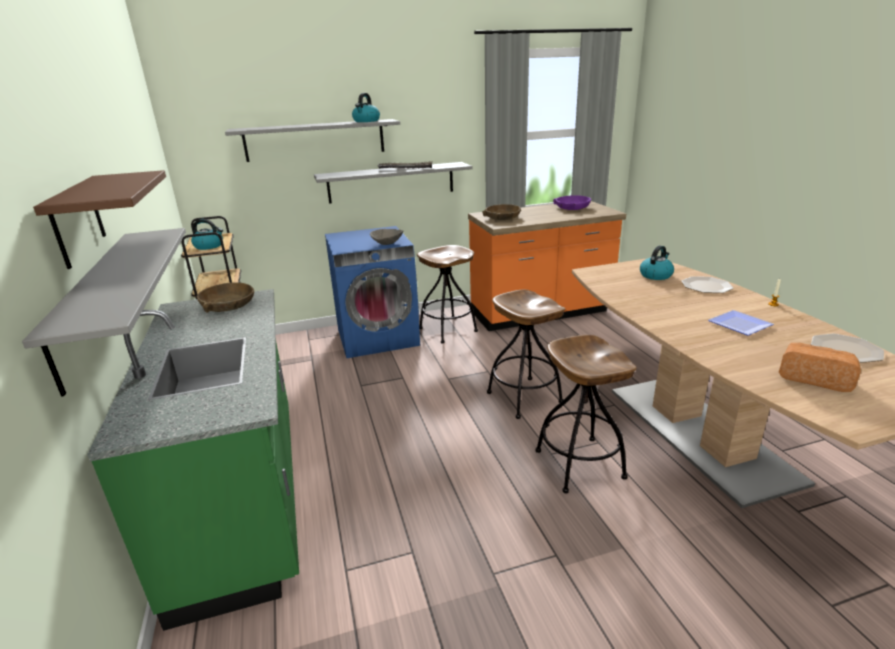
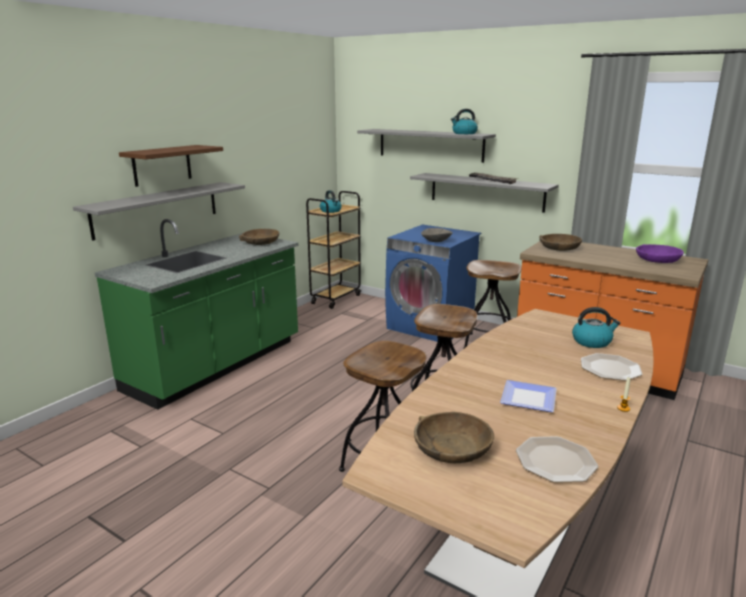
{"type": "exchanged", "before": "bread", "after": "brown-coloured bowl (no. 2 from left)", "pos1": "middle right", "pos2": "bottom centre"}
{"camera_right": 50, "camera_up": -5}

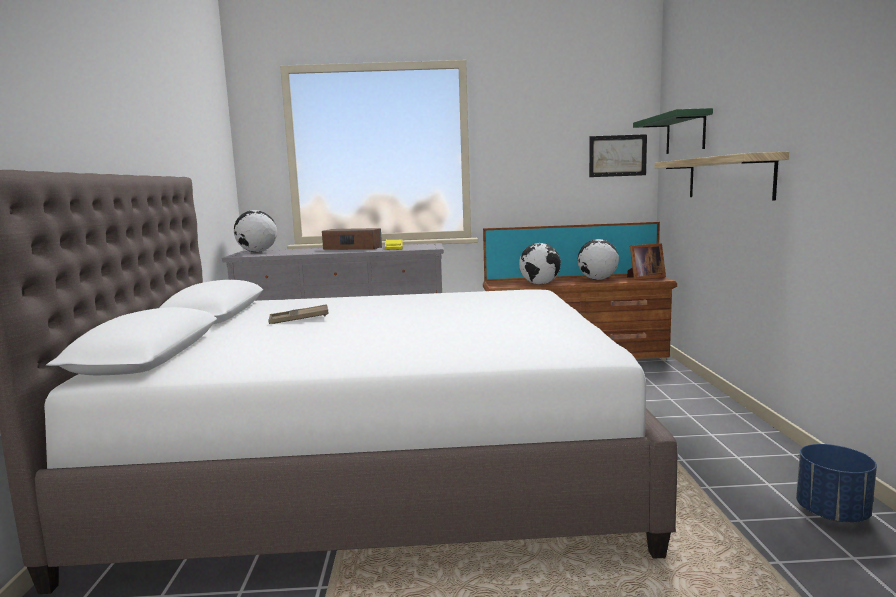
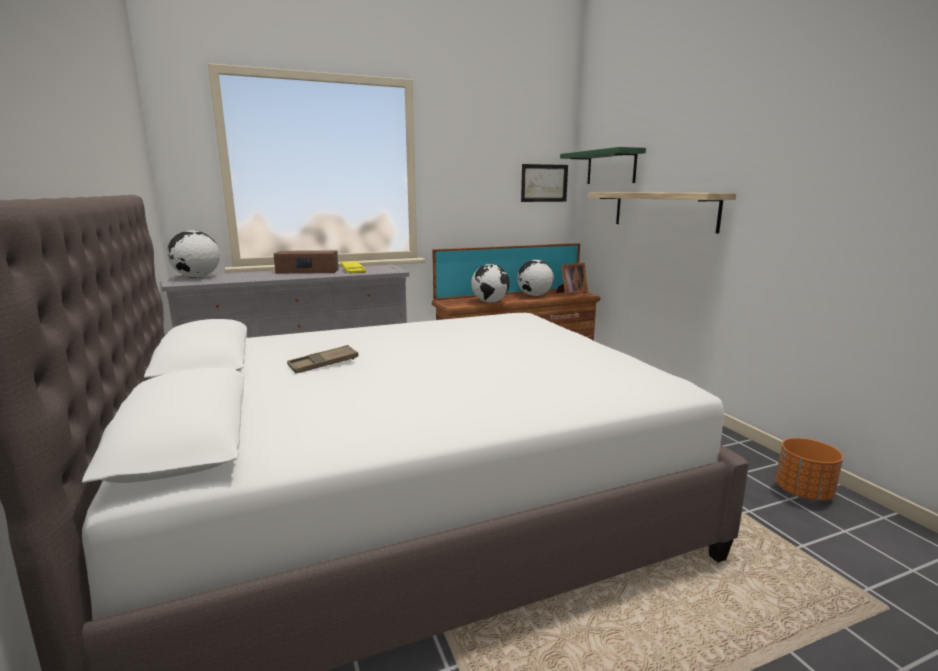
{"type": "colour", "before": "bluish planter", "after": "orangey planter", "pos1": "bottom right", "pos2": "bottom right"}
{"camera_right": -20, "camera_up": 5}

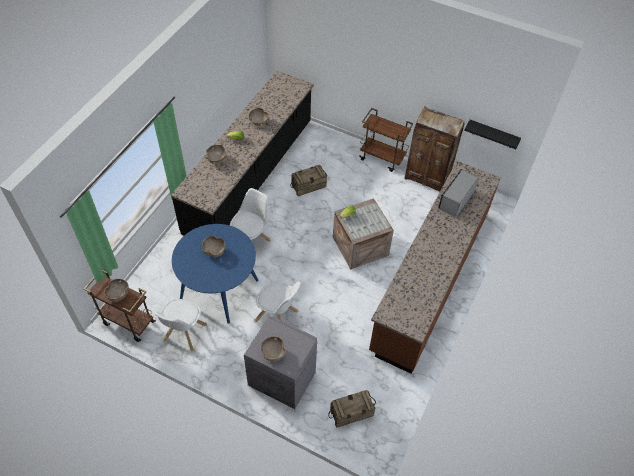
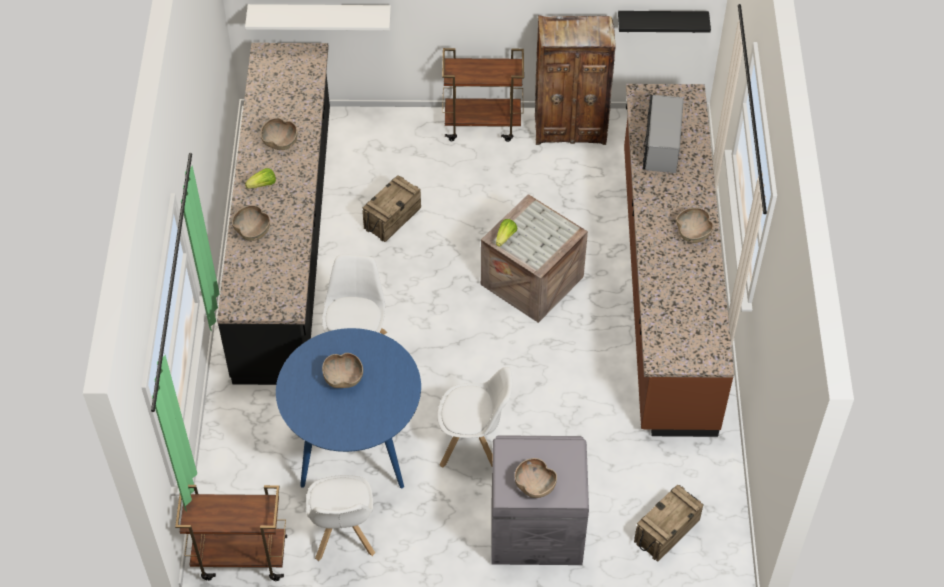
{"type": "appeared", "after": "whitish wall shelf", "pos2": "top centre"}
{"type": "relocated", "before": "brown-coloured bowl (no. 1 from left in the first image)", "after": "brown-coloured bowl (no. 5 from left)", "pos1": "middle left", "pos2": "middle right"}
{"camera_right": -25, "camera_up": 0}

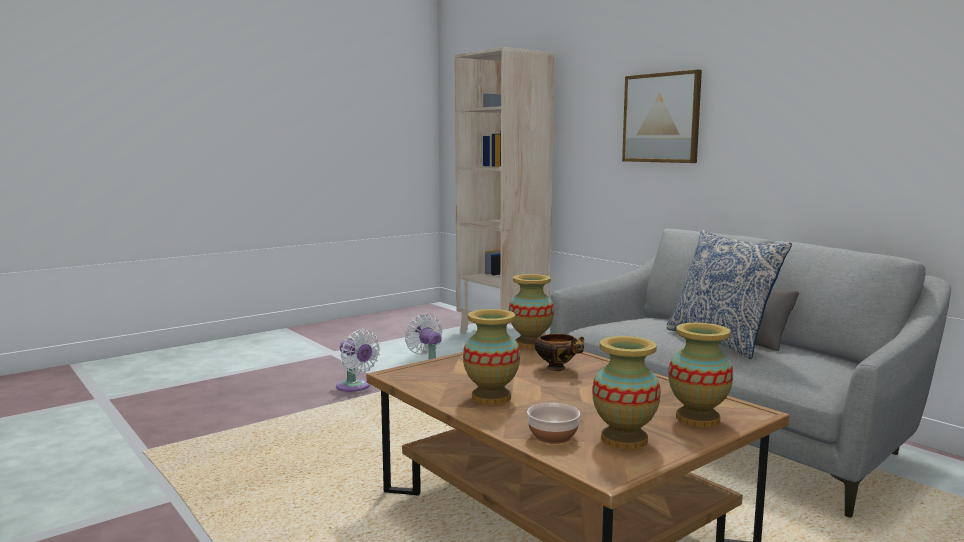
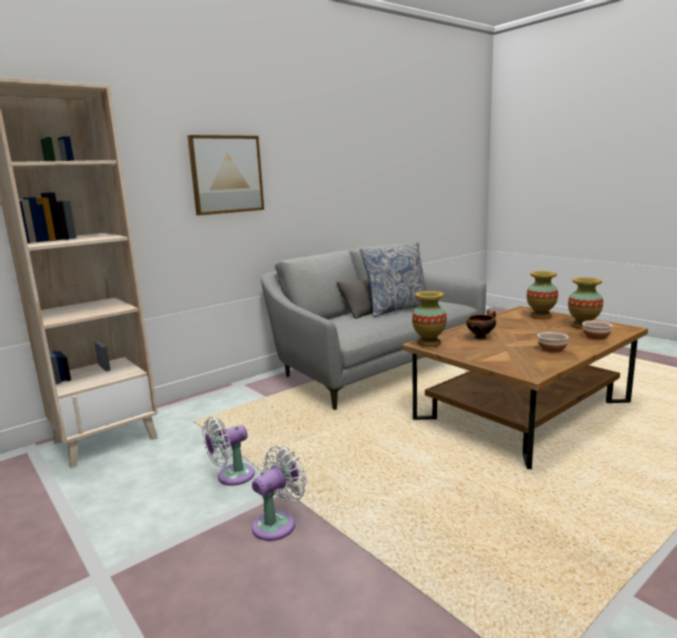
{"type": "exchanged", "before": "flower vase (no. 1 from left)", "after": "bowl (no. 2 from left)", "pos1": "centre", "pos2": "middle right"}
{"camera_right": -90, "camera_up": 5}

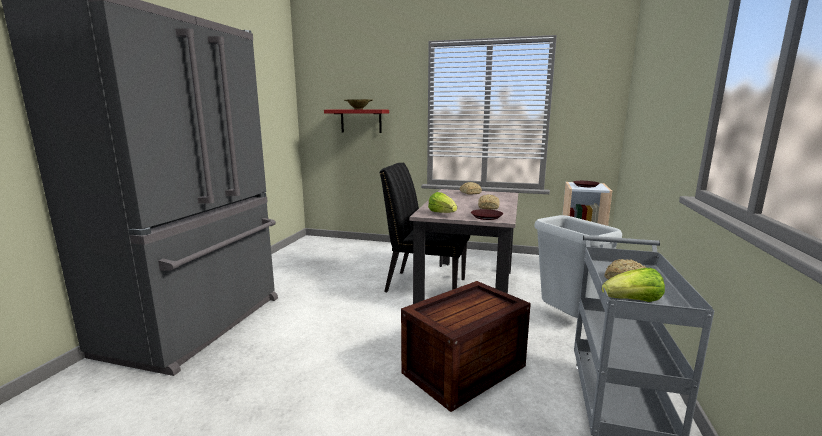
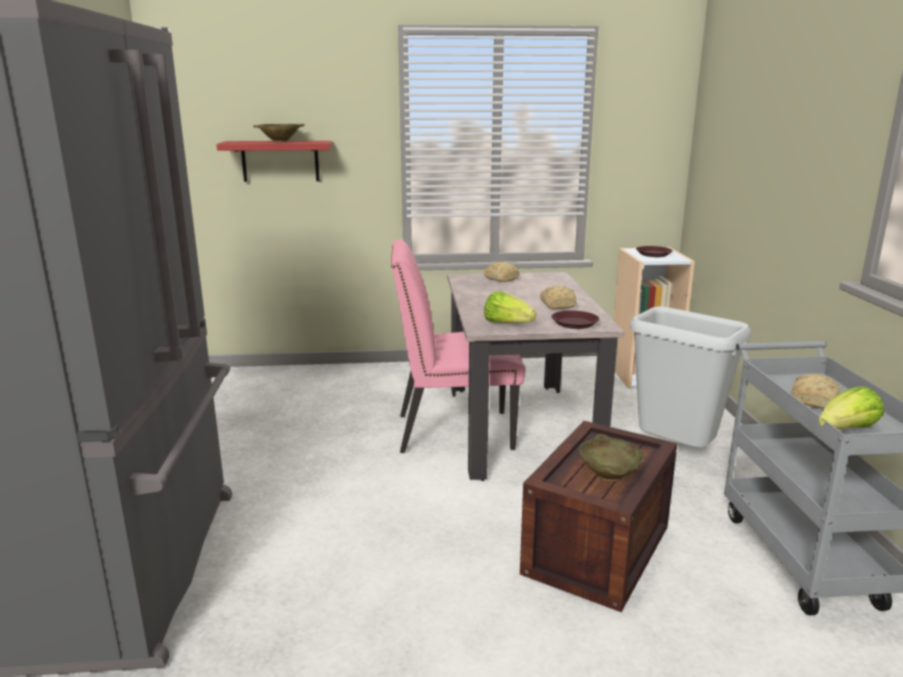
{"type": "appeared", "after": "beige-coloured bowl (no. 2 from left)", "pos2": "bottom right"}
{"type": "colour", "before": "blackish chair", "after": "pink chair", "pos1": "centre", "pos2": "centre"}
{"camera_right": -20, "camera_up": 5}

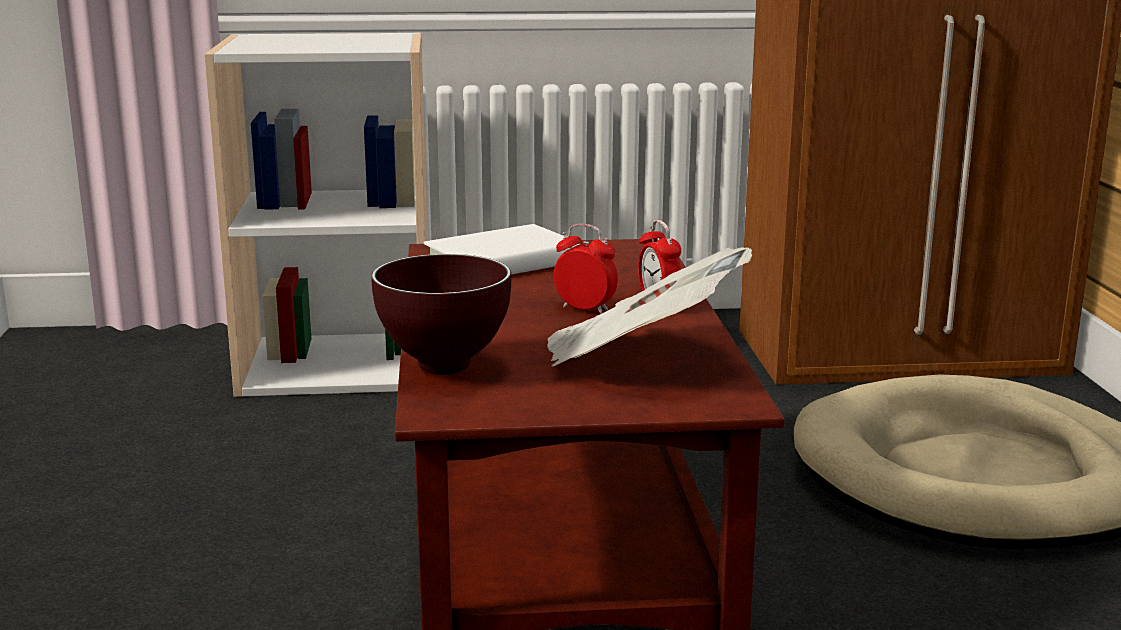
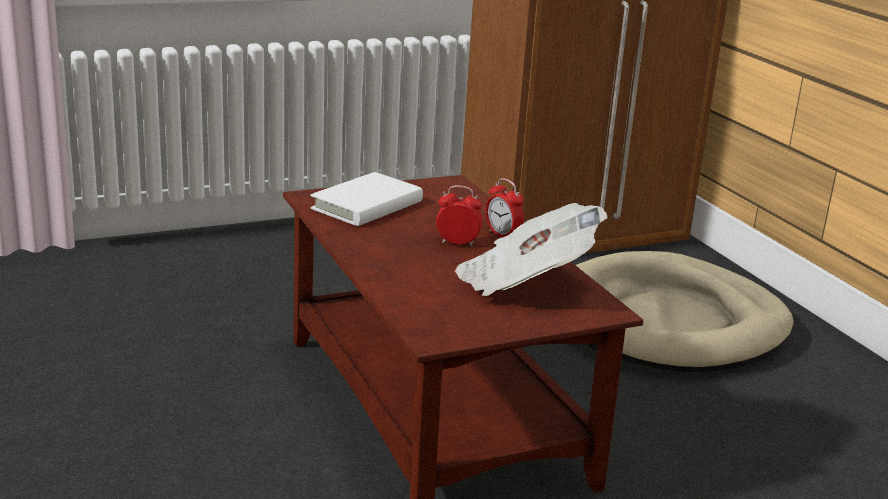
{"type": "missing", "before": "whitish bookcase", "pos1": "middle left"}
{"type": "missing", "before": "brown-coloured bowl", "pos1": "centre"}
{"camera_right": -20, "camera_up": 5}

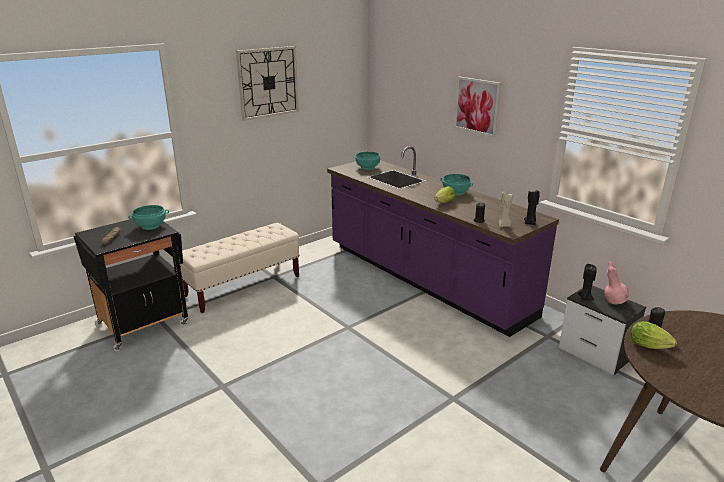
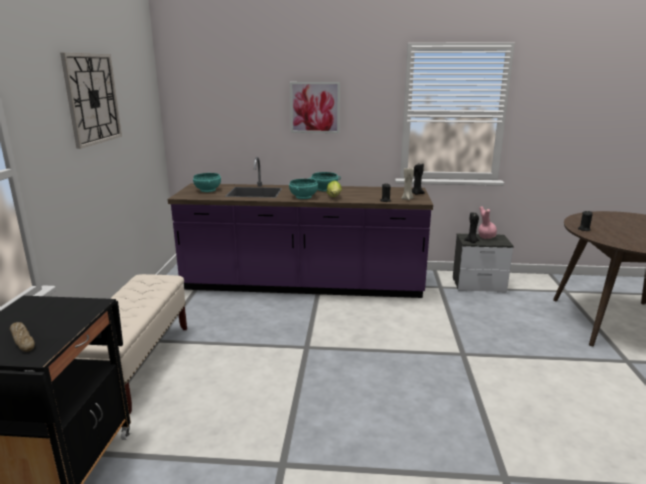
{"type": "missing", "before": "head of lettuce (no. 2 from left)", "pos1": "bottom right"}
{"type": "relocated", "before": "turquoise-coloured bowl (no. 1 from left in the first image)", "after": "turquoise-coloured bowl (no. 2 from left)", "pos1": "middle left", "pos2": "centre"}
{"camera_right": -45, "camera_up": -5}

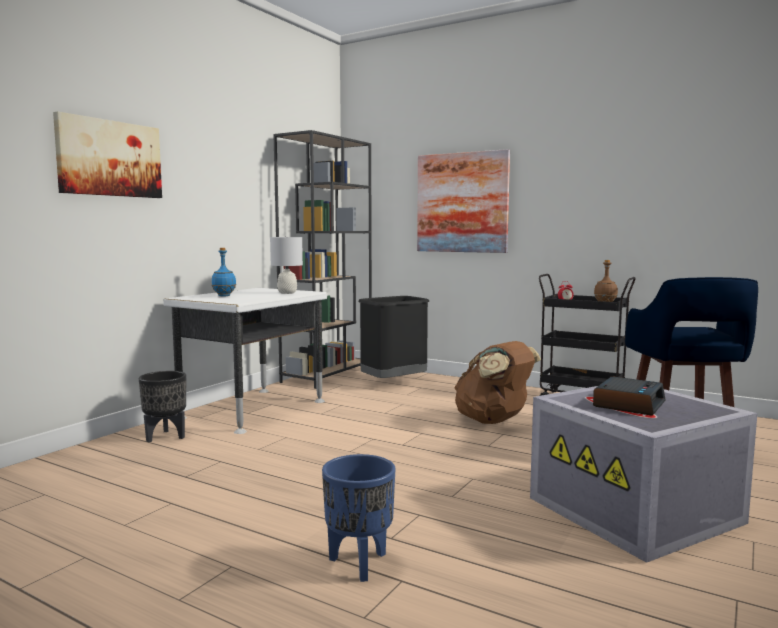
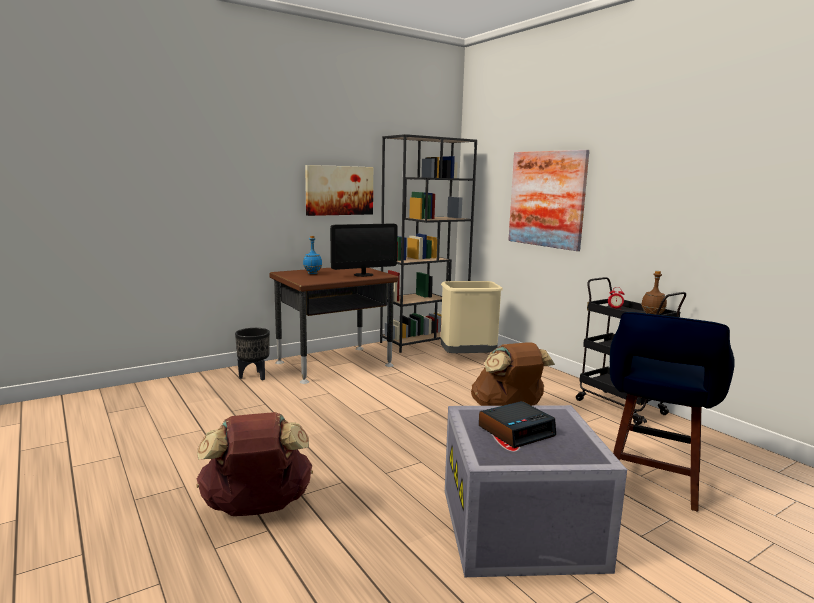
{"type": "relocated", "before": "wall picture (no. 1 from left)", "pos1": "top left", "pos2": "top centre"}
{"type": "exchanged", "before": "greyish table lamp", "after": "computer display", "pos1": "centre", "pos2": "centre"}
{"type": "exchanged", "before": "bluish planter", "after": "brown-coloured backpack (no. 1 from left)", "pos1": "bottom centre", "pos2": "bottom left"}
{"type": "colour", "before": "whitish desk table", "after": "brown-coloured desk table", "pos1": "middle left", "pos2": "centre"}
{"type": "colour", "before": "blackish rubbish bin", "after": "beige-coloured rubbish bin", "pos1": "centre", "pos2": "centre"}
{"camera_right": 25, "camera_up": 5}

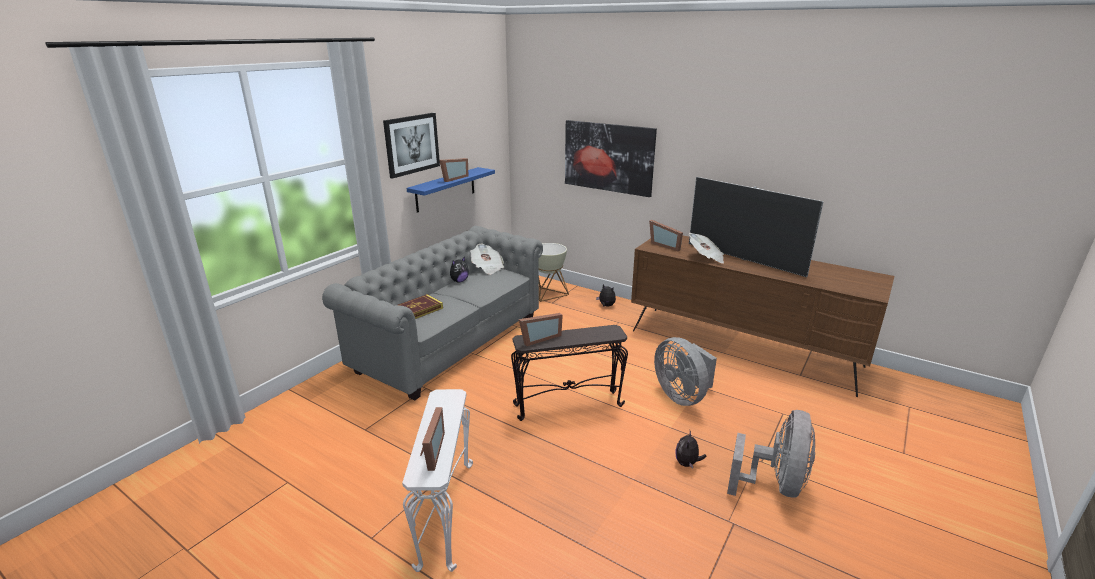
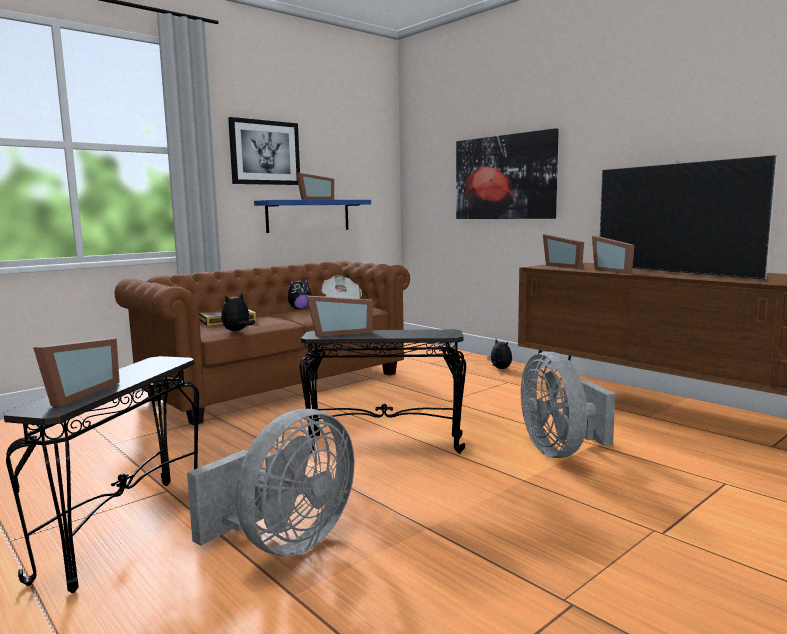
{"type": "missing", "before": "planter", "pos1": "centre"}
{"type": "relocated", "before": "soft toy (no. 3 from left in the first image)", "after": "soft toy (no. 1 from left)", "pos1": "bottom centre", "pos2": "middle left"}
{"type": "relocated", "before": "greyish fan (no. 2 from left in the first image)", "after": "greyish fan (no. 1 from left)", "pos1": "bottom right", "pos2": "bottom centre"}
{"type": "exchanged", "before": "newspaper (no. 2 from left)", "after": "picture frame (no. 5 from left)", "pos1": "centre", "pos2": "middle right"}
{"type": "colour", "before": "greyish settee", "after": "brown-coloured settee", "pos1": "centre", "pos2": "middle left"}
{"type": "colour", "before": "whitish end table", "after": "blackish end table (no. 1 from left)", "pos1": "bottom centre", "pos2": "bottom left"}
{"camera_right": 15, "camera_up": -15}

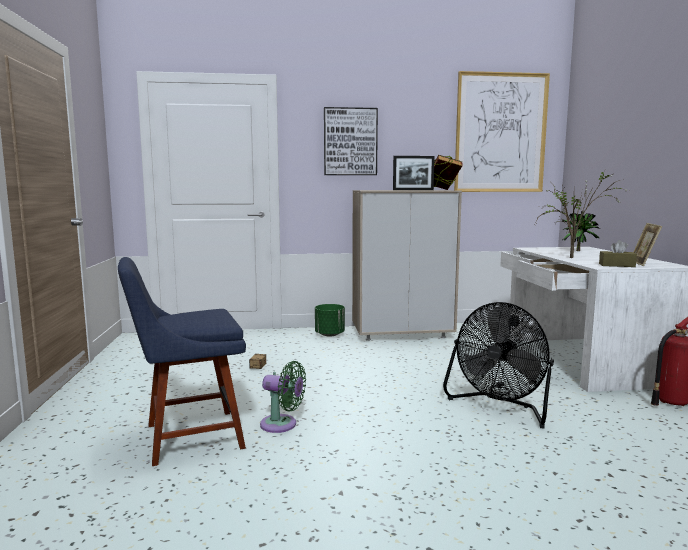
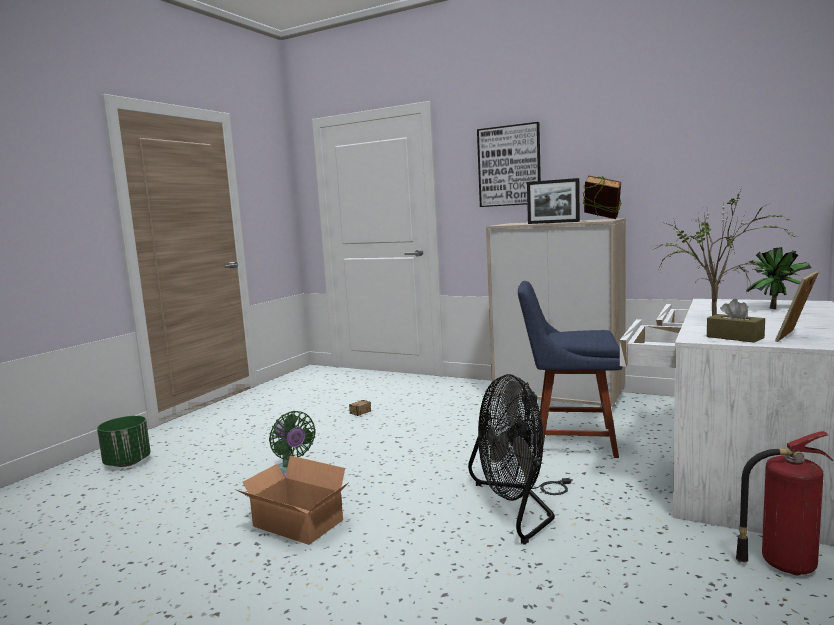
{"type": "missing", "before": "wall picture (no. 2 from left)", "pos1": "top right"}
{"type": "appeared", "after": "cardboard box", "pos2": "bottom centre"}
{"type": "relocated", "before": "bluish chair", "pos1": "middle left", "pos2": "middle right"}
{"type": "relocated", "before": "green planter", "pos1": "centre", "pos2": "bottom left"}
{"camera_right": 35, "camera_up": 0}

